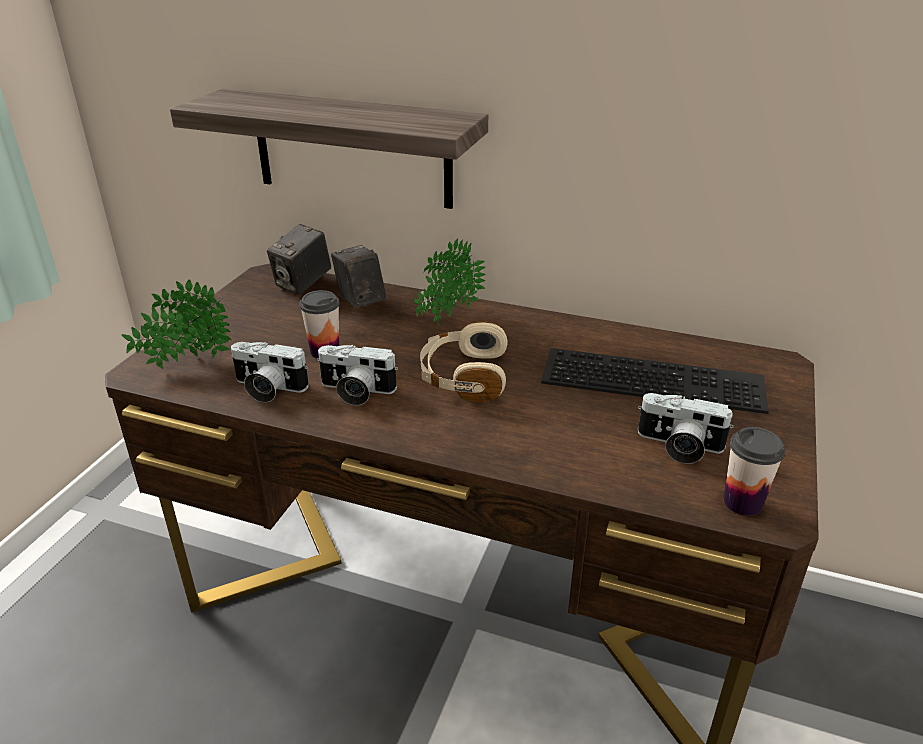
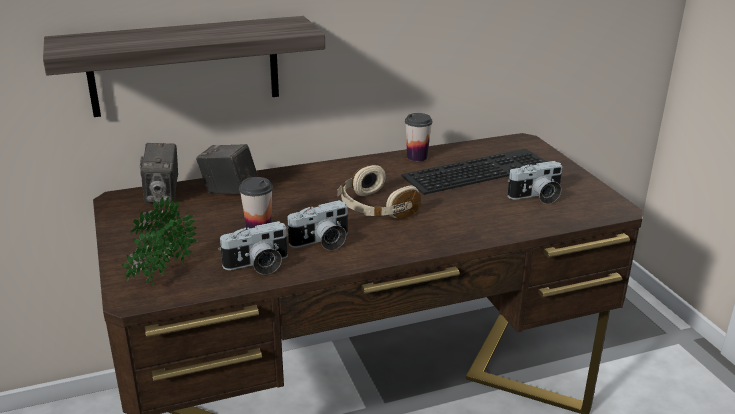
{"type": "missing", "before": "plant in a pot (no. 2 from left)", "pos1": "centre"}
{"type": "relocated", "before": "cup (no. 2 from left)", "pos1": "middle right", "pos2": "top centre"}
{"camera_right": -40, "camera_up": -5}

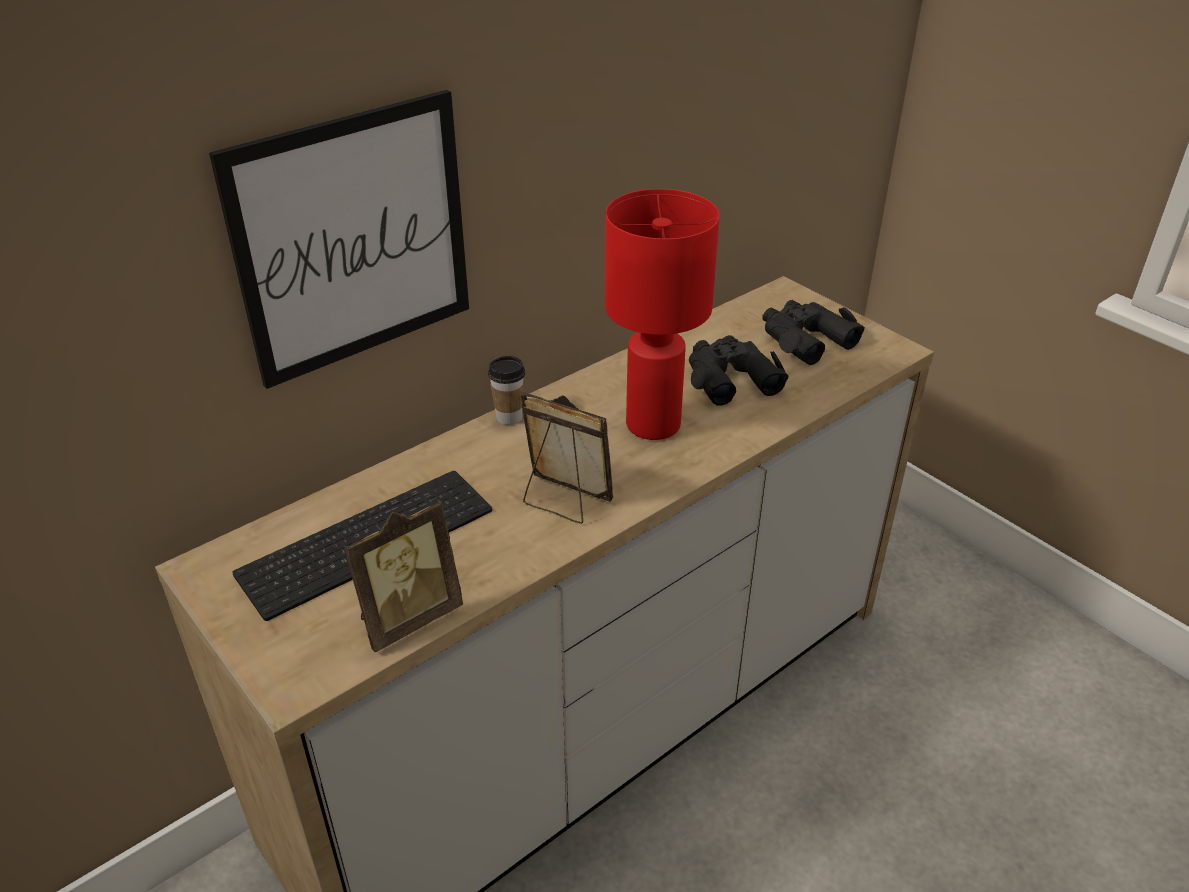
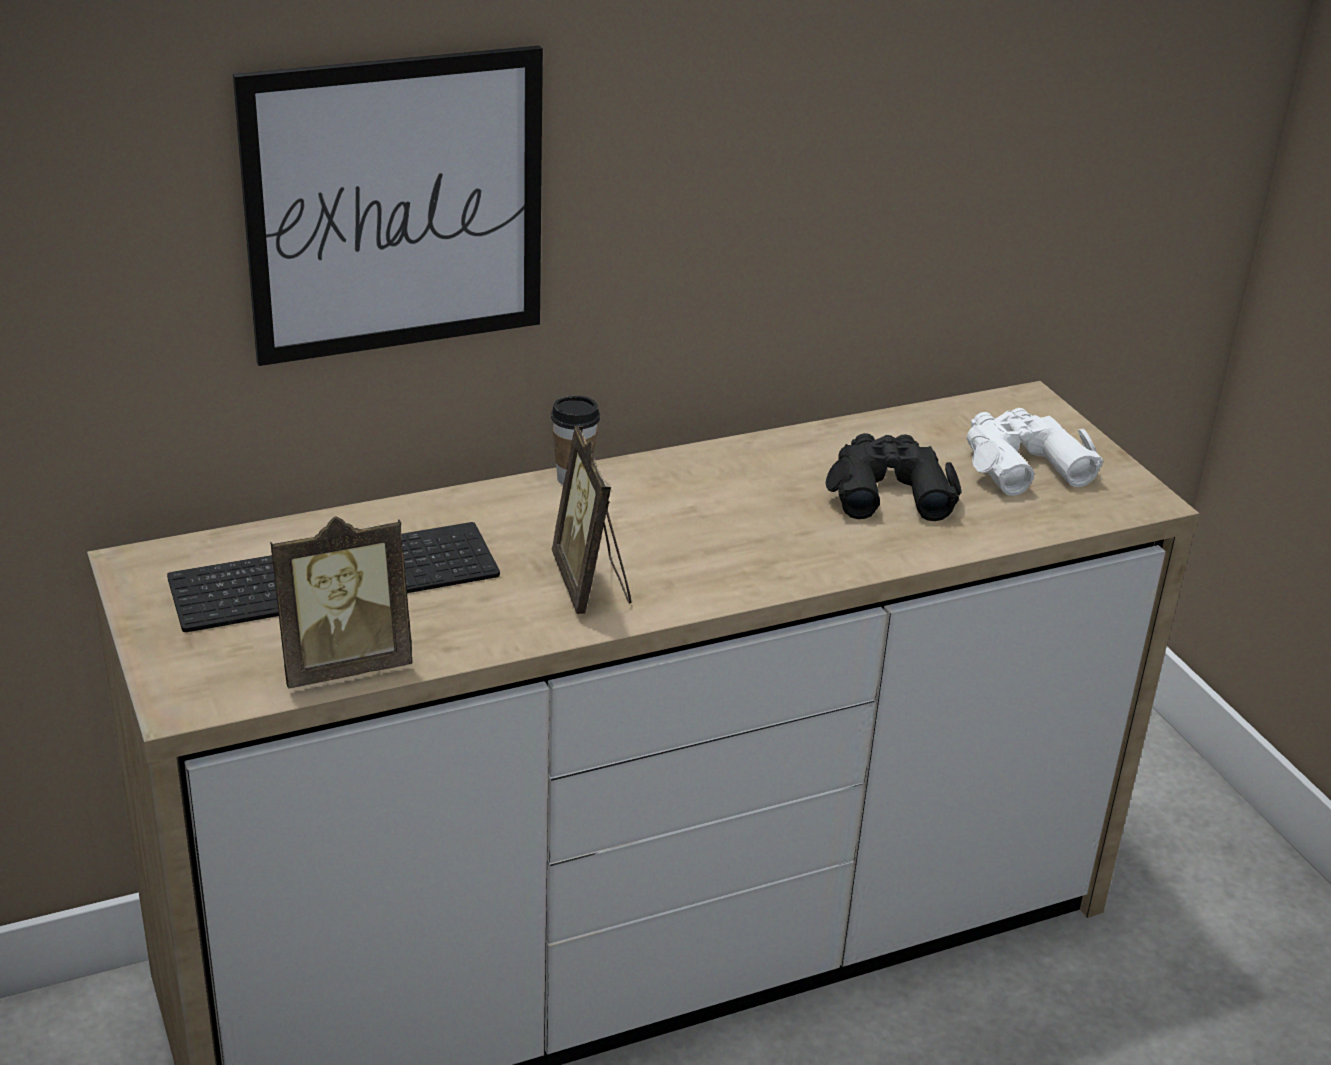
{"type": "missing", "before": "red-coloured table lamp", "pos1": "centre"}
{"type": "colour", "before": "blackish binoculars (no. 2 from left)", "after": "whitish binoculars", "pos1": "middle right", "pos2": "middle right"}
{"type": "spun", "before": "picture frame (no. 2 from left)", "pos1": "centre", "pos2": "centre", "turn": -150}
{"camera_right": 15, "camera_up": -5}

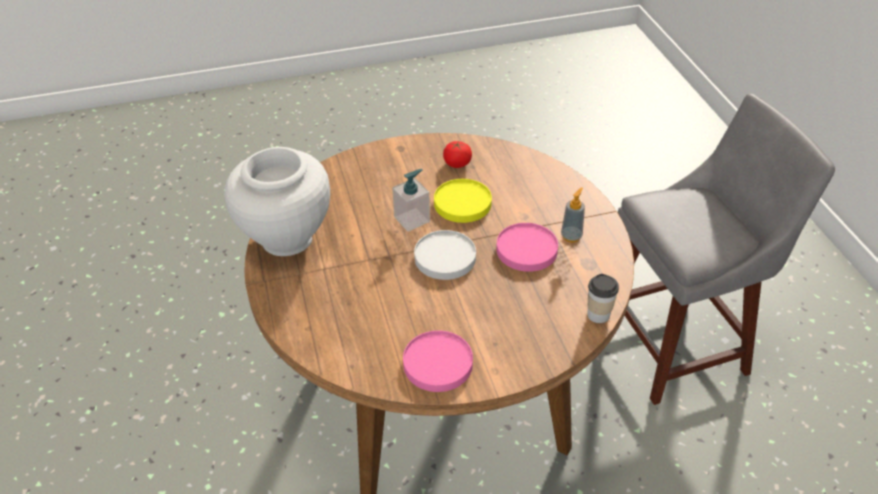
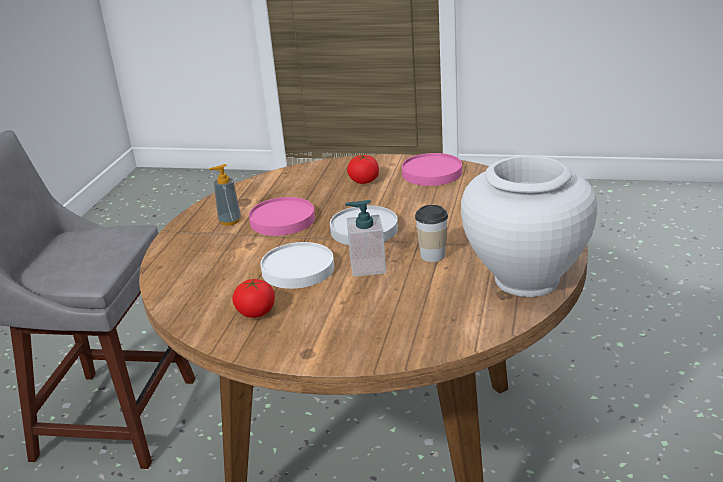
{"type": "appeared", "after": "whole tomato (no. 2 from left)", "pos2": "centre"}
{"type": "relocated", "before": "cup", "pos1": "middle right", "pos2": "centre"}
{"type": "colour", "before": "yellowish dinner plate", "after": "whitish dinner plate (no. 1 from left)", "pos1": "centre", "pos2": "centre"}
{"camera_right": -150, "camera_up": -15}

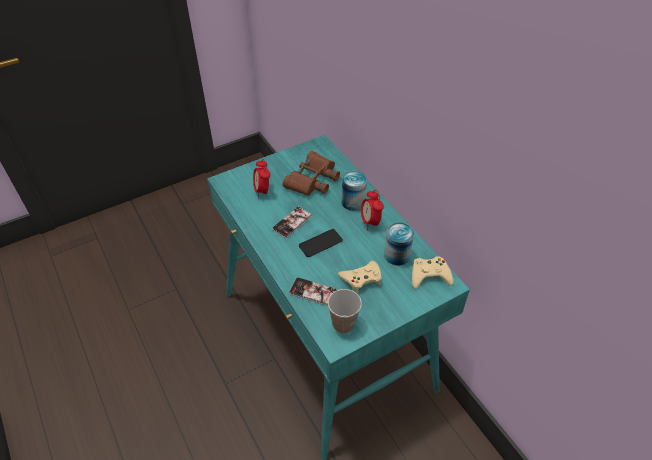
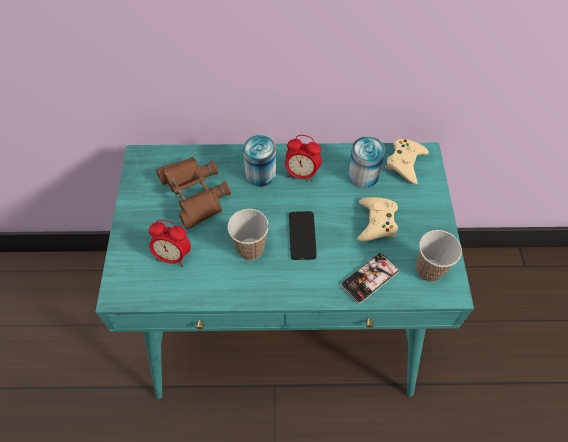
{"type": "exchanged", "before": "handset (no. 1 from left)", "after": "cup (no. 1 from left)", "pos1": "centre", "pos2": "centre"}
{"camera_right": -60, "camera_up": 10}

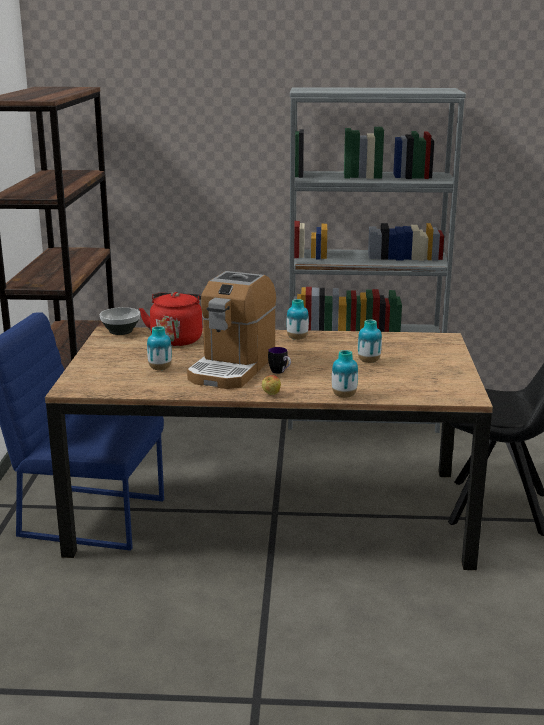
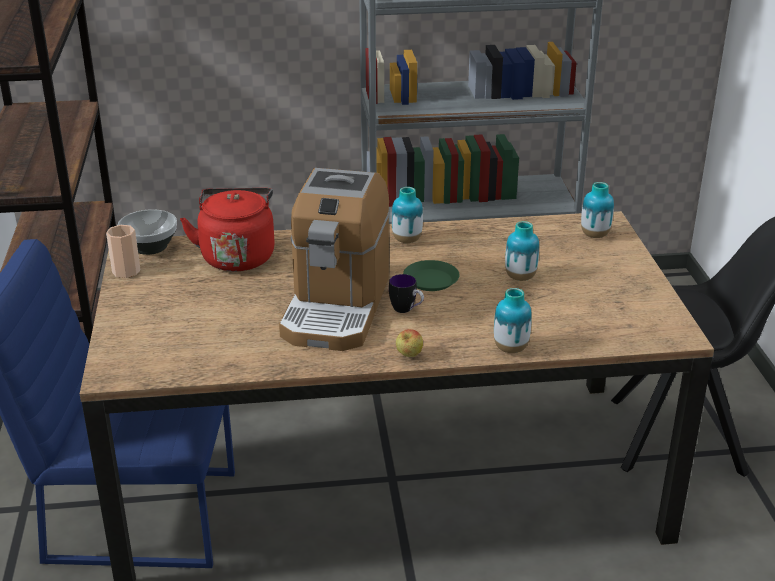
{"type": "appeared", "after": "cup", "pos2": "middle left"}
{"type": "appeared", "after": "green dinner plate", "pos2": "centre"}
{"type": "relocated", "before": "flower vase (no. 1 from left in the first image)", "after": "flower vase (no. 4 from left)", "pos1": "middle left", "pos2": "middle right"}
{"camera_right": -10, "camera_up": 10}

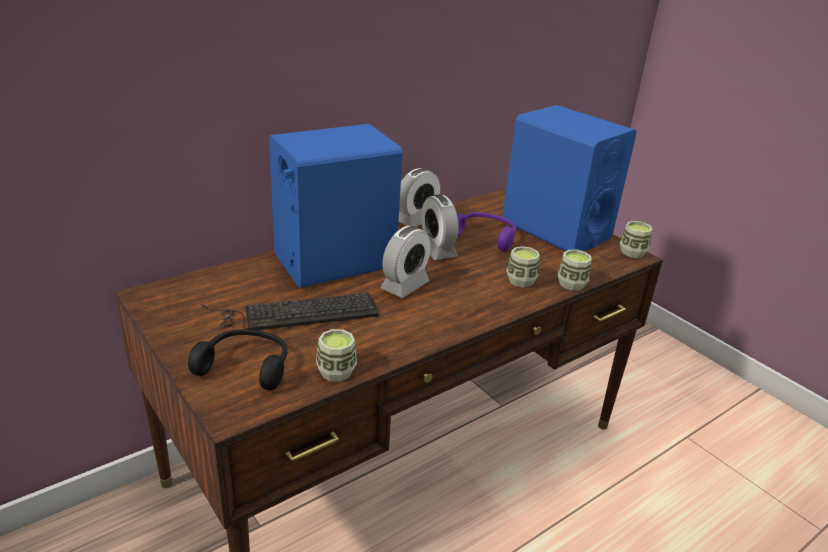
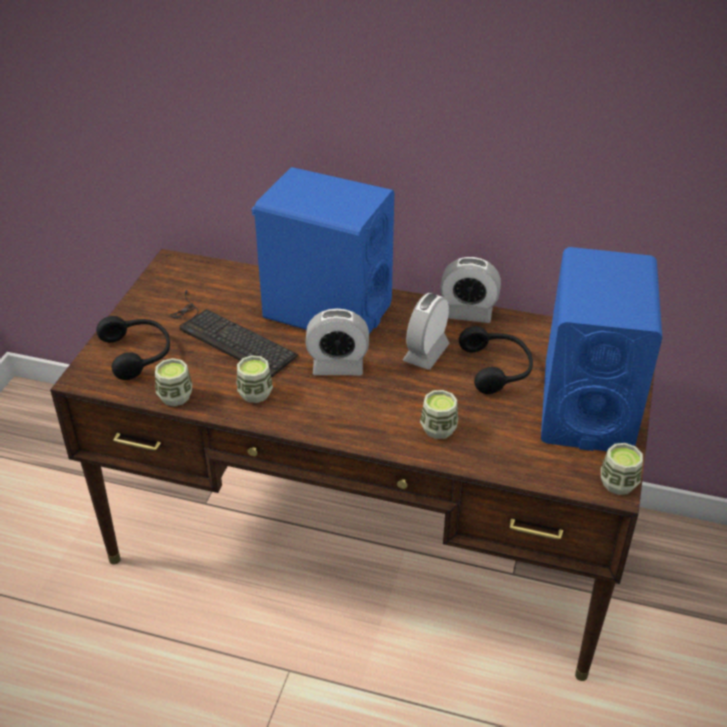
{"type": "relocated", "before": "cup (no. 3 from left in the first image)", "after": "cup (no. 2 from left)", "pos1": "middle right", "pos2": "centre"}
{"type": "colour", "before": "purplish headset", "after": "blackish headset (no. 2 from left)", "pos1": "centre", "pos2": "middle right"}
{"camera_right": 55, "camera_up": 10}

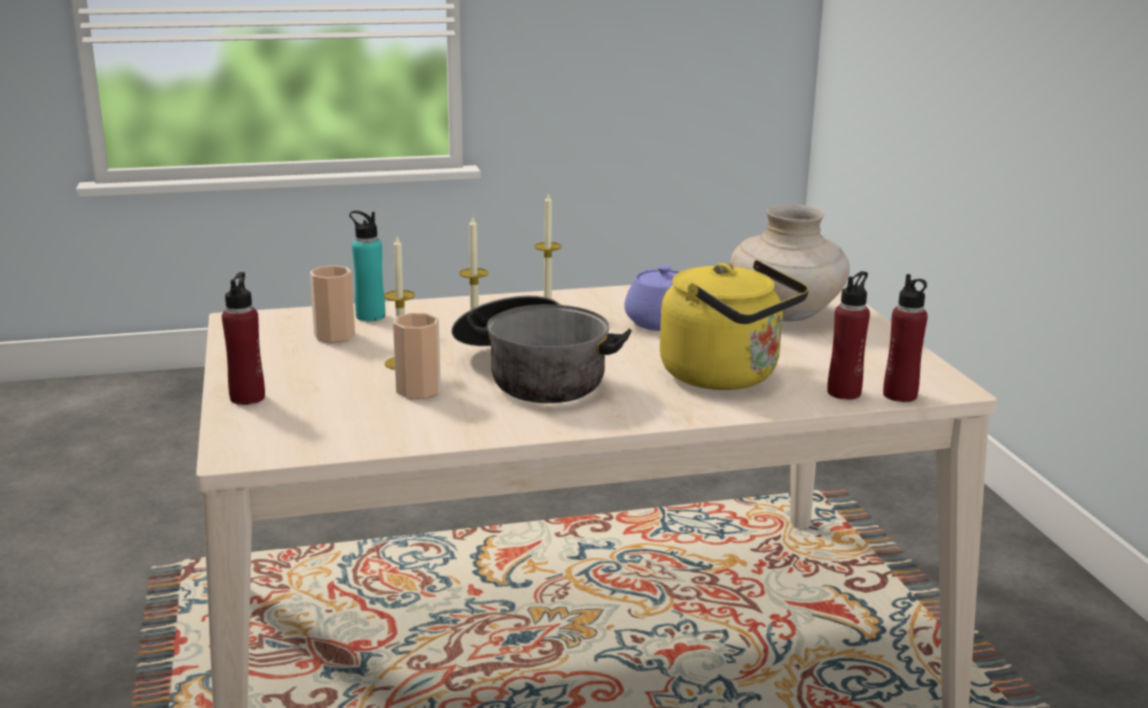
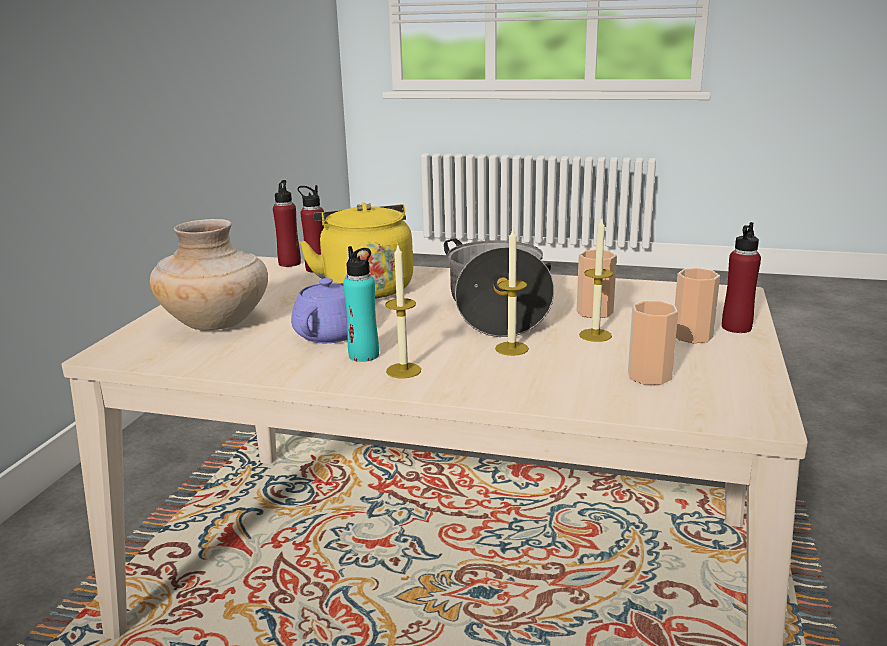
{"type": "appeared", "after": "cup (no. 3 from left)", "pos2": "middle right"}
{"type": "relocated", "before": "turquoise-coloured beverage bottle", "pos1": "middle left", "pos2": "centre"}
{"camera_right": -150, "camera_up": 0}

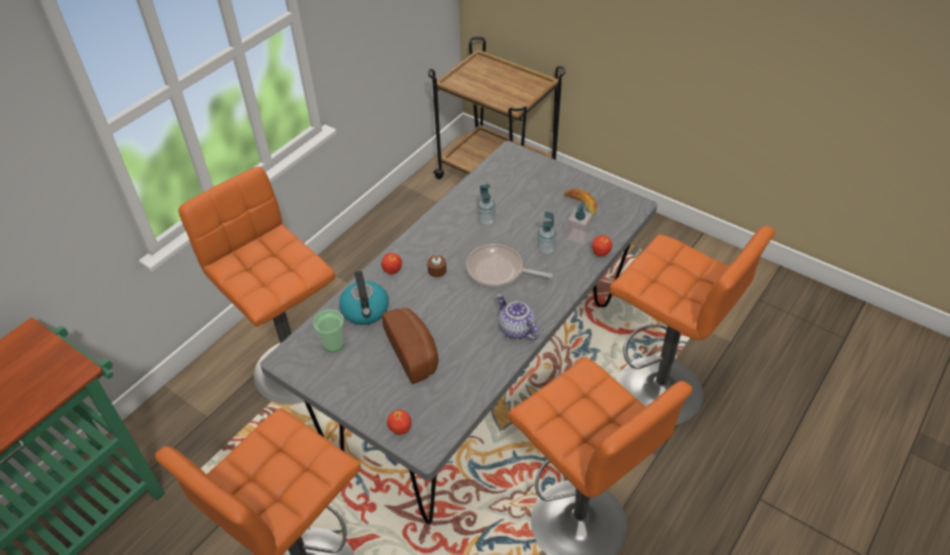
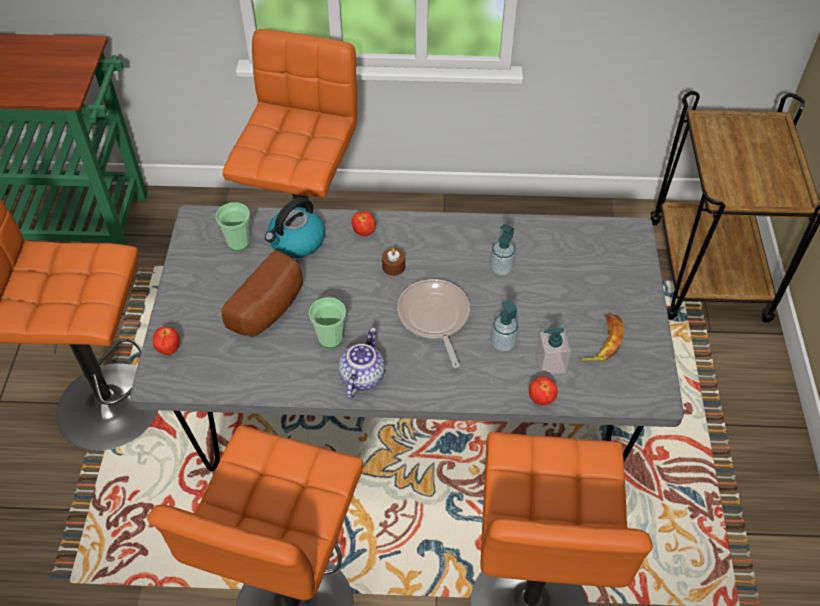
{"type": "appeared", "after": "cup (no. 2 from left)", "pos2": "centre"}
{"camera_right": 55, "camera_up": 5}

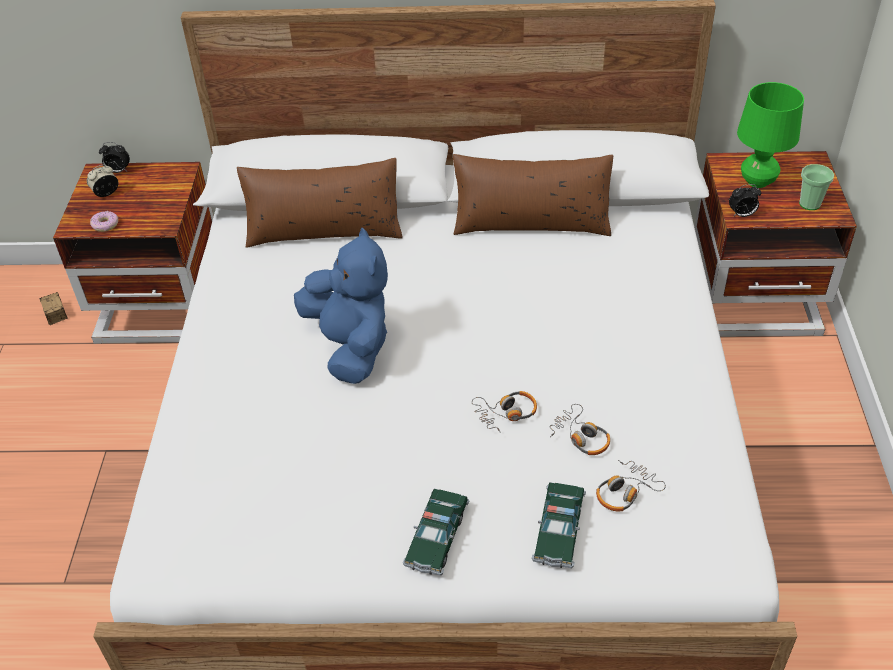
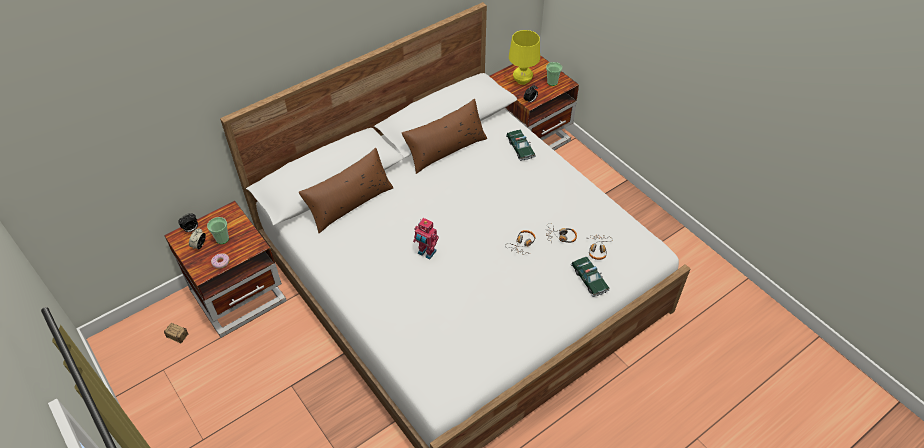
{"type": "appeared", "after": "cup (no. 1 from left)", "pos2": "middle left"}
{"type": "relocated", "before": "miniature car (no. 1 from left)", "pos1": "bottom centre", "pos2": "top centre"}
{"type": "exchanged", "before": "bluish soft toy", "after": "toy robot", "pos1": "centre", "pos2": "centre"}
{"type": "colour", "before": "green table lamp", "after": "yellowish table lamp", "pos1": "top right", "pos2": "top centre"}
{"camera_right": -40, "camera_up": 5}

